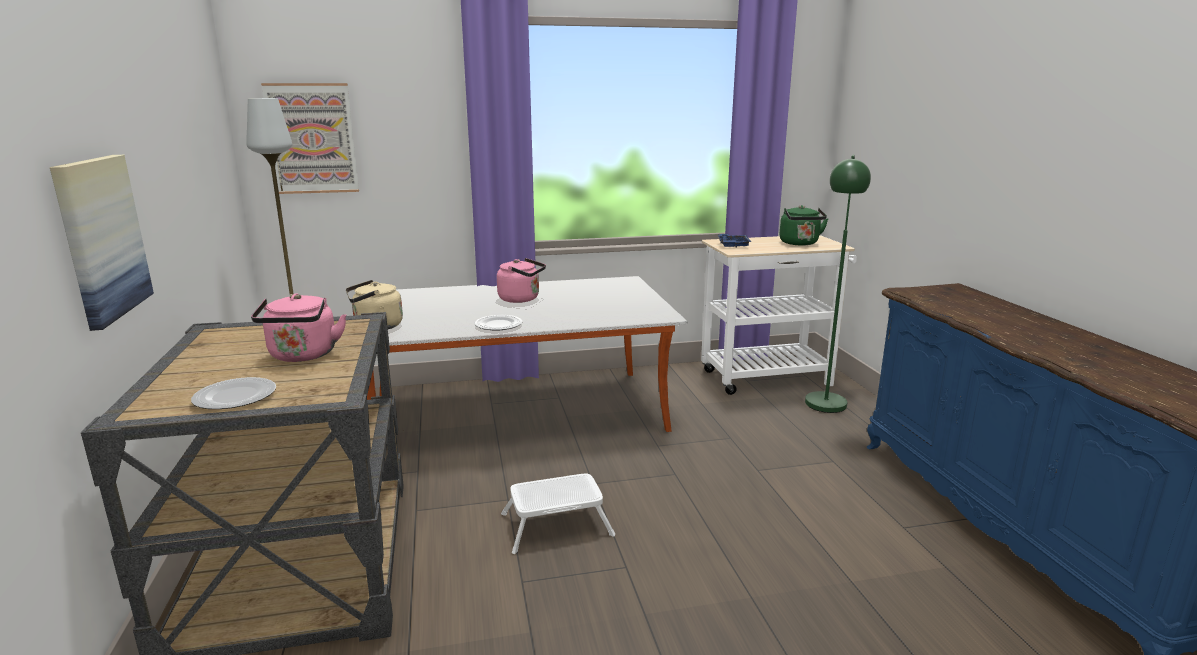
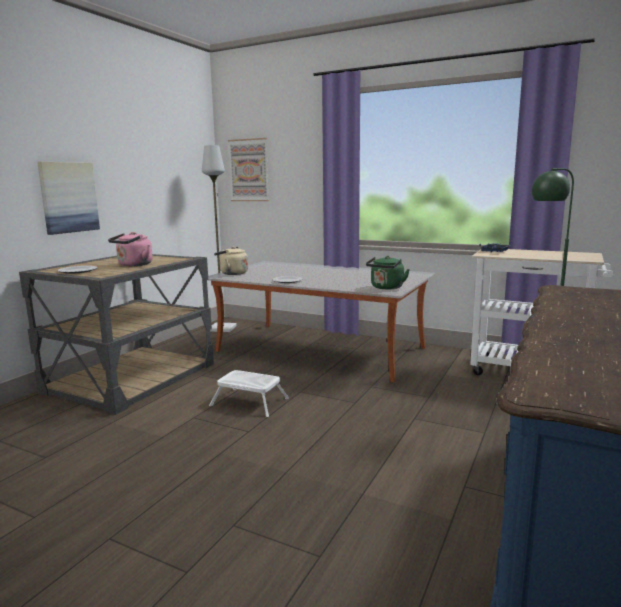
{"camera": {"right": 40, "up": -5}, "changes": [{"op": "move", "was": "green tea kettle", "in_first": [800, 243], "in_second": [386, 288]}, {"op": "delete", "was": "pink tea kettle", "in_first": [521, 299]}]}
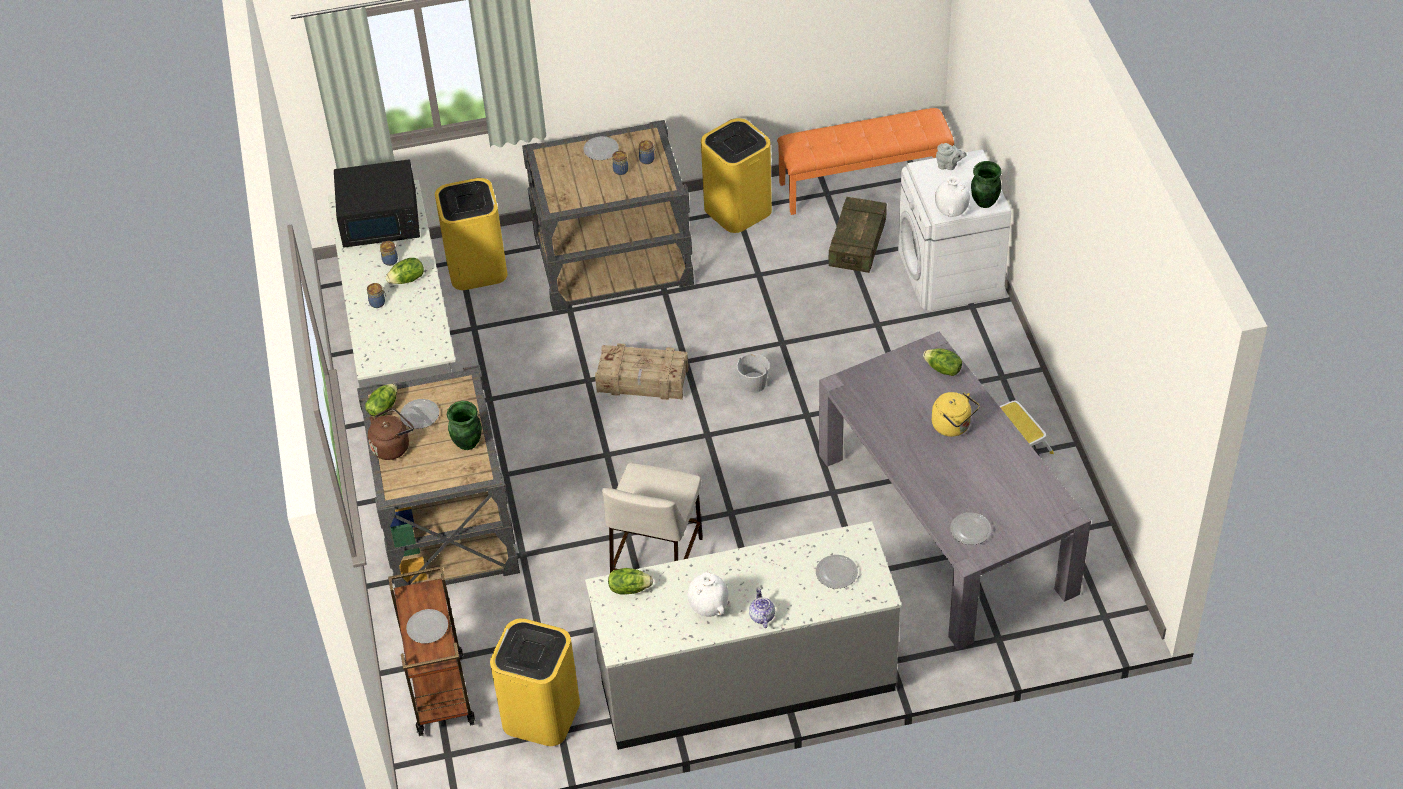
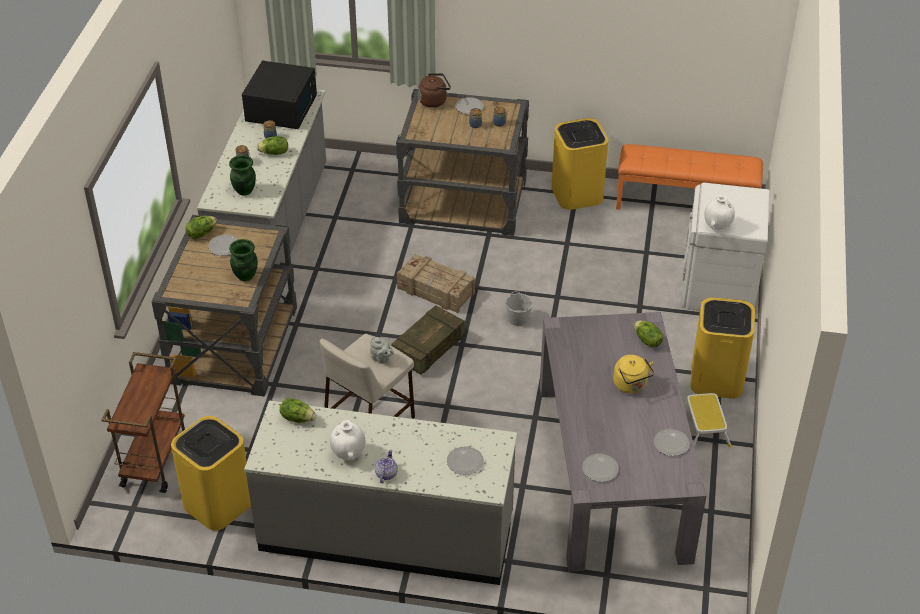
{"camera": {"right": 20, "up": -5}, "changes": [{"op": "move", "was": "green flower vase", "in_first": [984, 202], "in_second": [244, 191]}, {"op": "rotate", "was": "blackish microwave oven", "in_first": [381, 219], "in_second": [281, 108], "clockwise": -90}, {"op": "move", "was": "grey pot for tea", "in_first": [949, 166], "in_second": [381, 359]}, {"op": "move", "was": "packing crate", "in_first": [857, 245], "in_second": [428, 349]}, {"op": "move", "was": "brown-coloured tea kettle", "in_first": [392, 446], "in_second": [434, 101]}, {"op": "move", "was": "plate", "in_first": [427, 628], "in_second": [671, 444]}, {"op": "move", "was": "yellow trash can", "in_first": [477, 267], "in_second": [717, 378]}]}
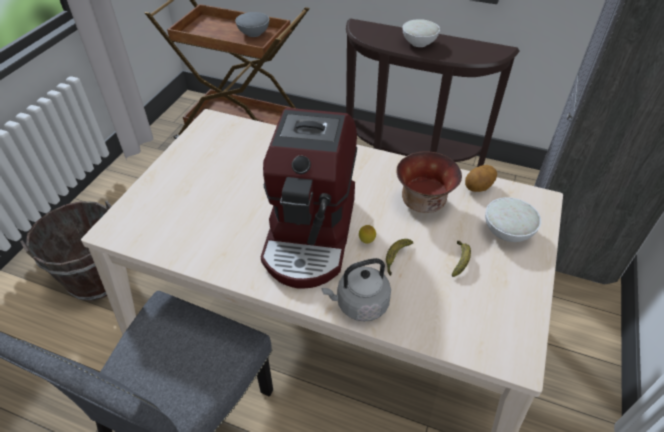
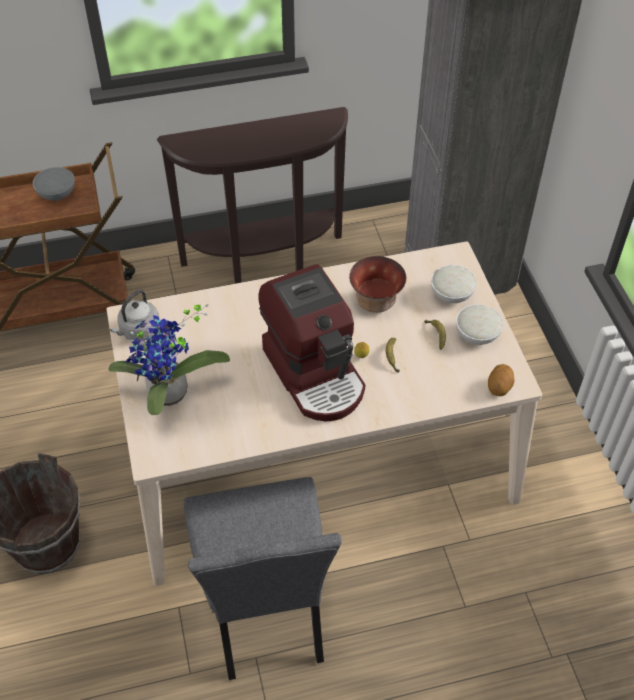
{"camera": {"right": -35, "up": 5}, "changes": [{"op": "insert", "now": "plant in a pot", "in_second": [170, 397]}, {"op": "move", "was": "grey tea kettle", "in_first": [359, 304], "in_second": [138, 331]}, {"op": "move", "was": "white deep dish", "in_first": [419, 43], "in_second": [477, 334]}, {"op": "move", "was": "spud", "in_first": [478, 187], "in_second": [499, 387]}]}
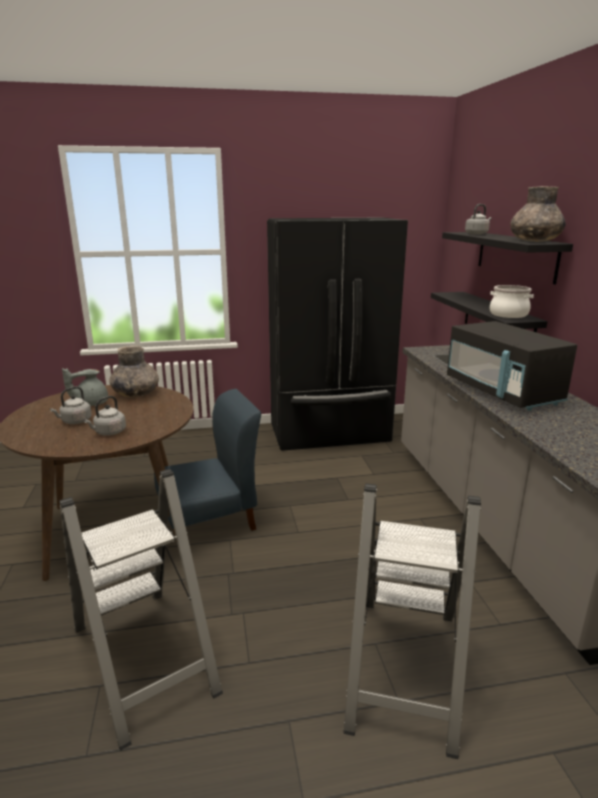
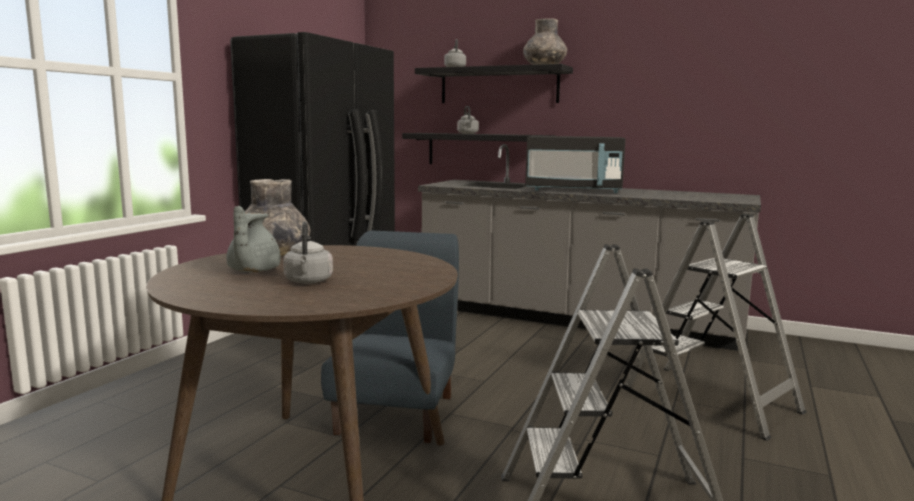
{"camera": {"right": -55, "up": -10}, "changes": [{"op": "move", "was": "grey tea kettle", "in_first": [109, 432], "in_second": [468, 133]}, {"op": "delete", "was": "cooking pot", "in_first": [508, 314]}]}
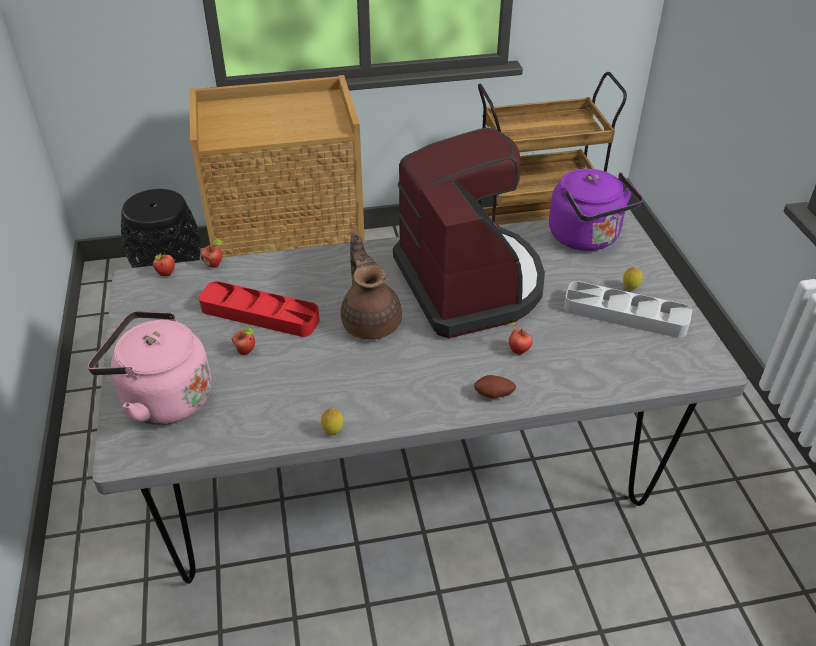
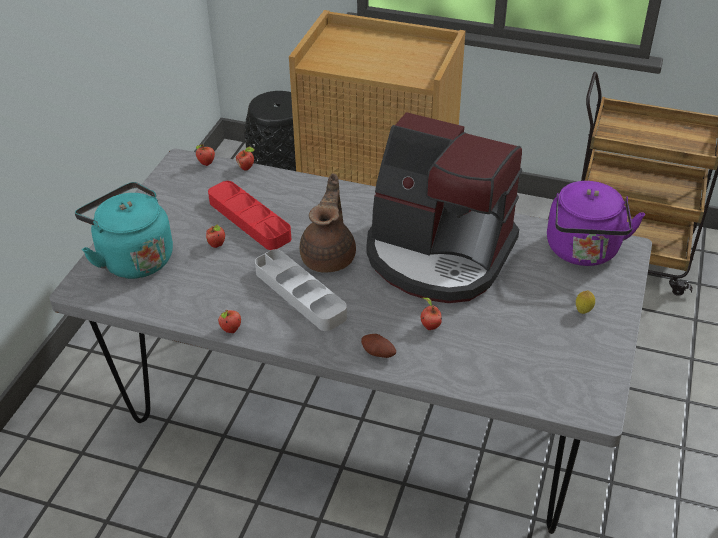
{"camera": {"right": 30, "up": 0}, "changes": [{"op": "recolor", "was": "pink tea kettle", "now": "blue-green tea kettle", "in_first": [162, 399], "in_second": [133, 258]}, {"op": "replace", "was": "lemon", "now": "apple", "in_first": [333, 431], "in_second": [231, 330]}, {"op": "move", "was": "grey tray", "in_first": [625, 315], "in_second": [300, 294]}, {"op": "rotate", "was": "coffee machine", "in_first": [470, 283], "in_second": [438, 255], "clockwise": 105}]}
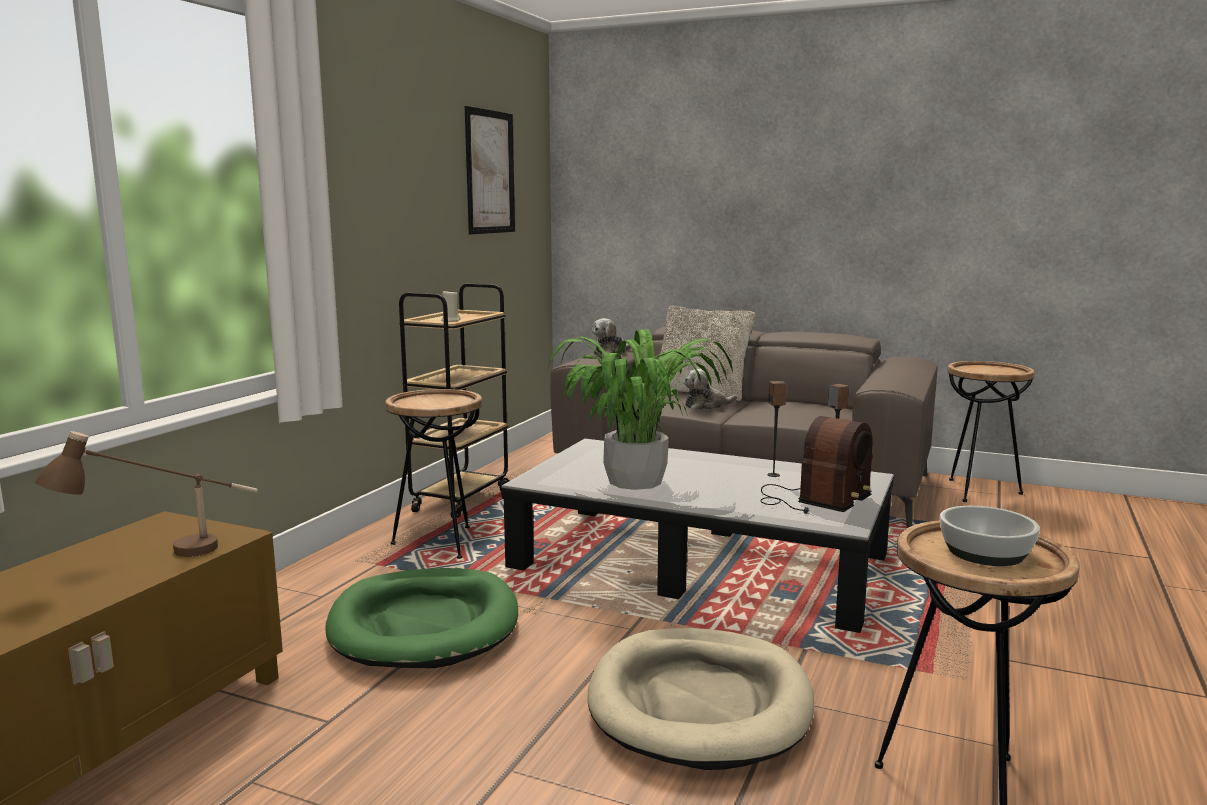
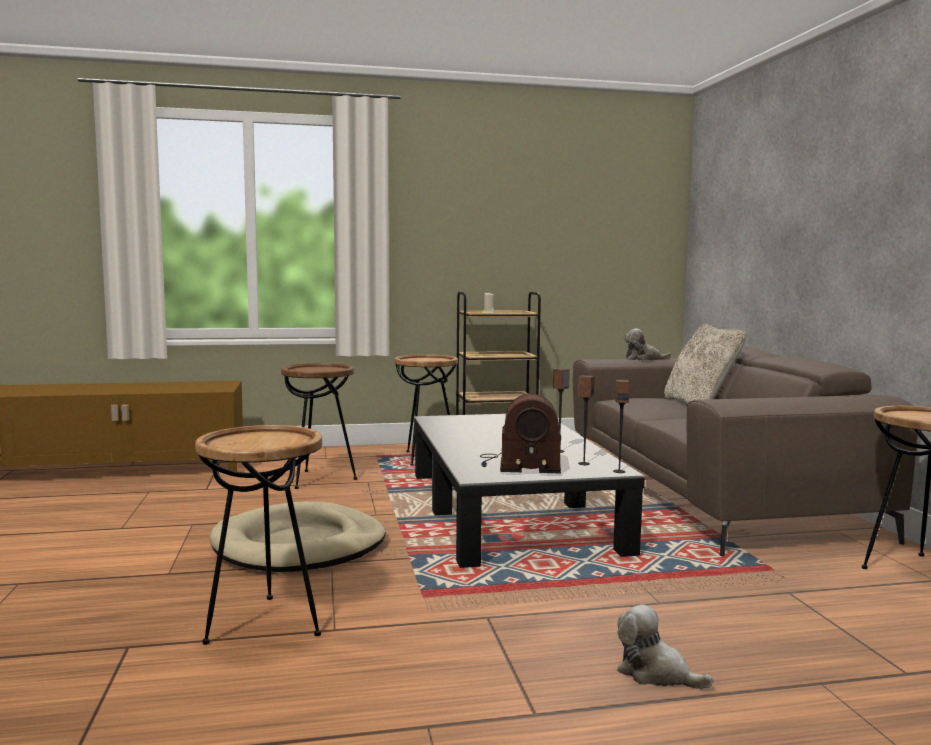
{"camera": {"right": 55, "up": -5}, "changes": [{"op": "replace", "was": "green dog bed", "now": "brown-coloured end table", "in_first": [425, 625], "in_second": [319, 479]}, {"op": "insert", "now": "audio speaker", "in_second": [619, 471]}, {"op": "move", "was": "plush toy", "in_first": [706, 406], "in_second": [655, 673]}, {"op": "delete", "was": "brown-coloured lamp for a table", "in_first": [163, 556]}, {"op": "delete", "was": "wall art", "in_first": [490, 172]}, {"op": "delete", "was": "plant in a pot", "in_first": [634, 481]}, {"op": "delete", "was": "deep dish", "in_first": [984, 552]}]}
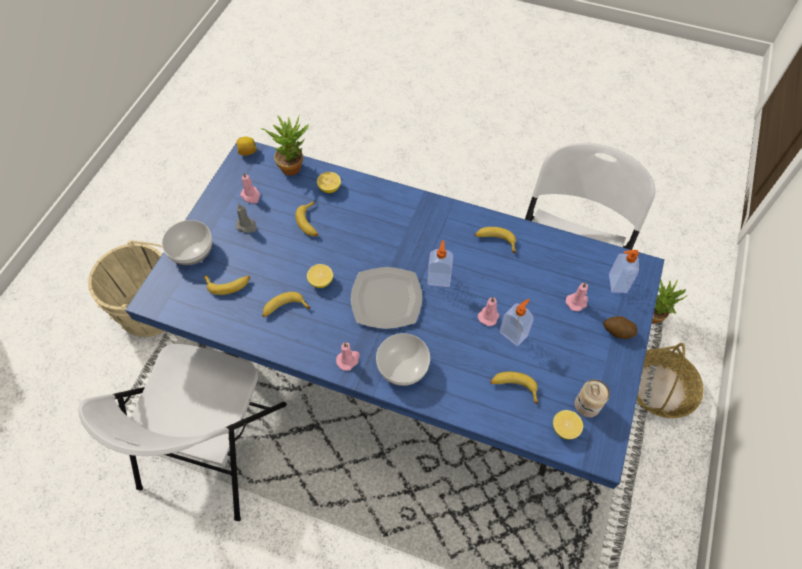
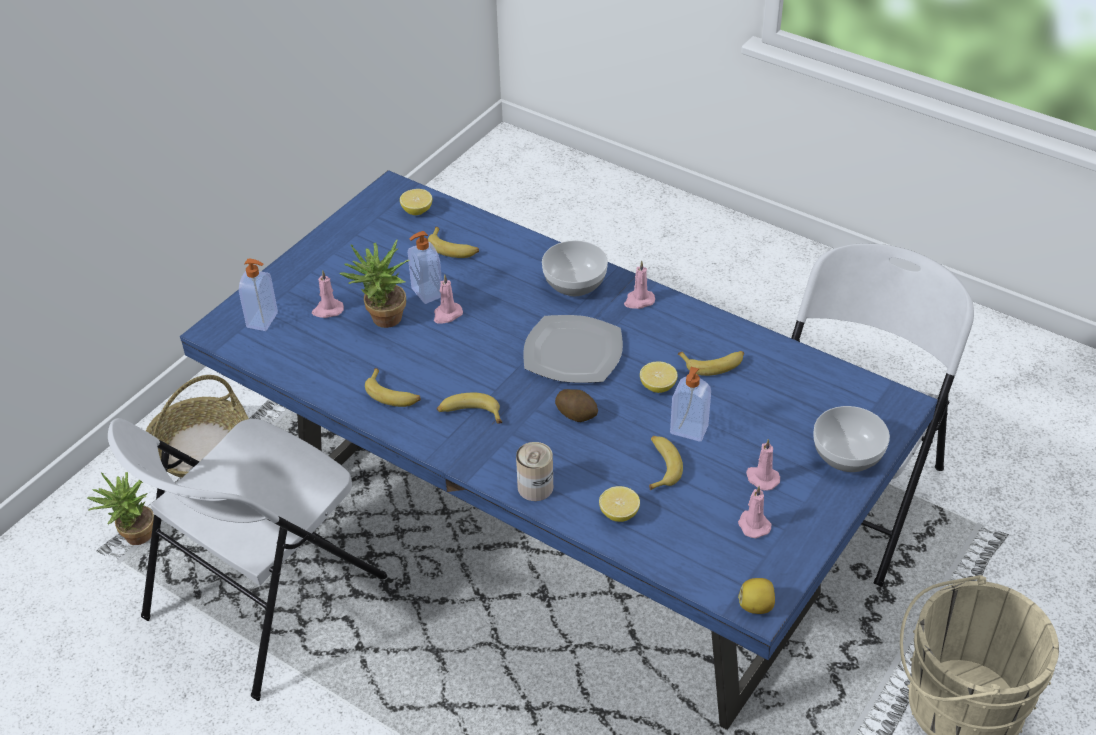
{"camera": {"right": -165, "up": -15}, "changes": [{"op": "move", "was": "plant in a pot", "in_first": [293, 165], "in_second": [382, 321]}, {"op": "move", "was": "banana", "in_first": [228, 284], "in_second": [469, 413]}, {"op": "move", "was": "metal can", "in_first": [587, 405], "in_second": [535, 487]}, {"op": "move", "was": "spud", "in_first": [617, 332], "in_second": [576, 414]}, {"op": "move", "was": "liquid soap bottle", "in_first": [439, 278], "in_second": [688, 431]}, {"op": "recolor", "was": "grey wax light", "now": "pink wax light", "in_first": [247, 226], "in_second": [761, 478]}]}
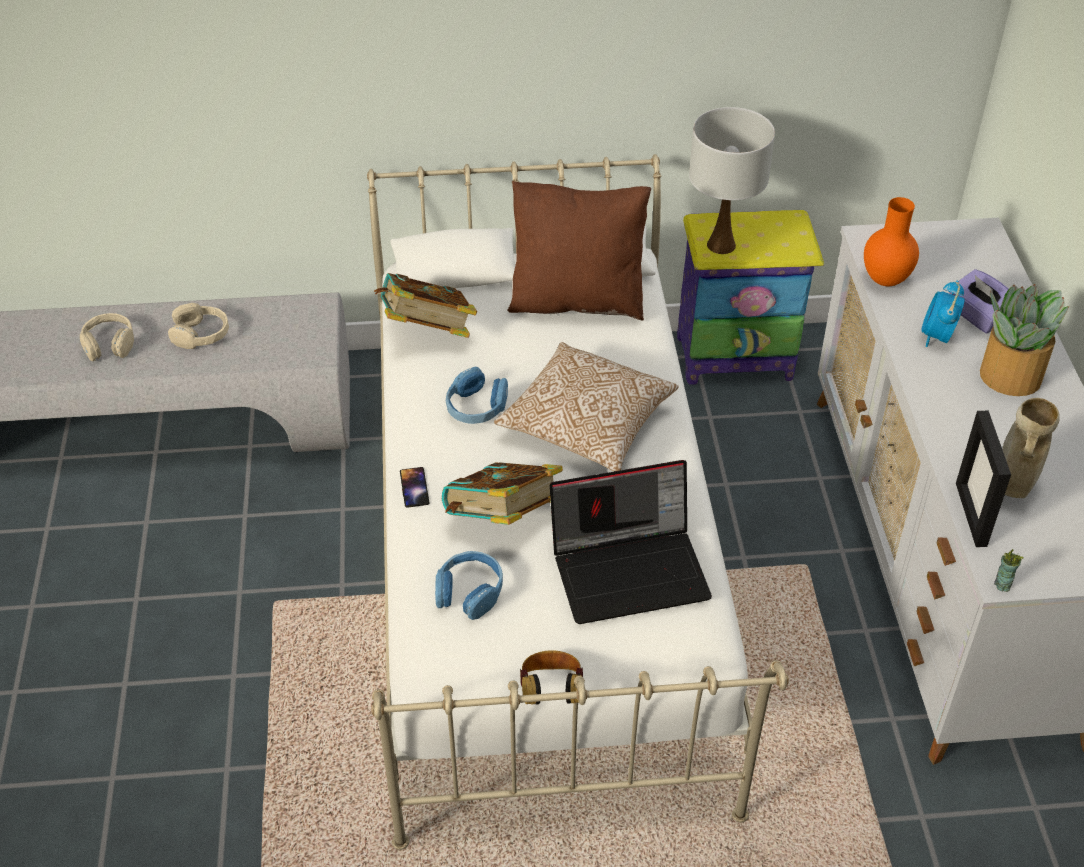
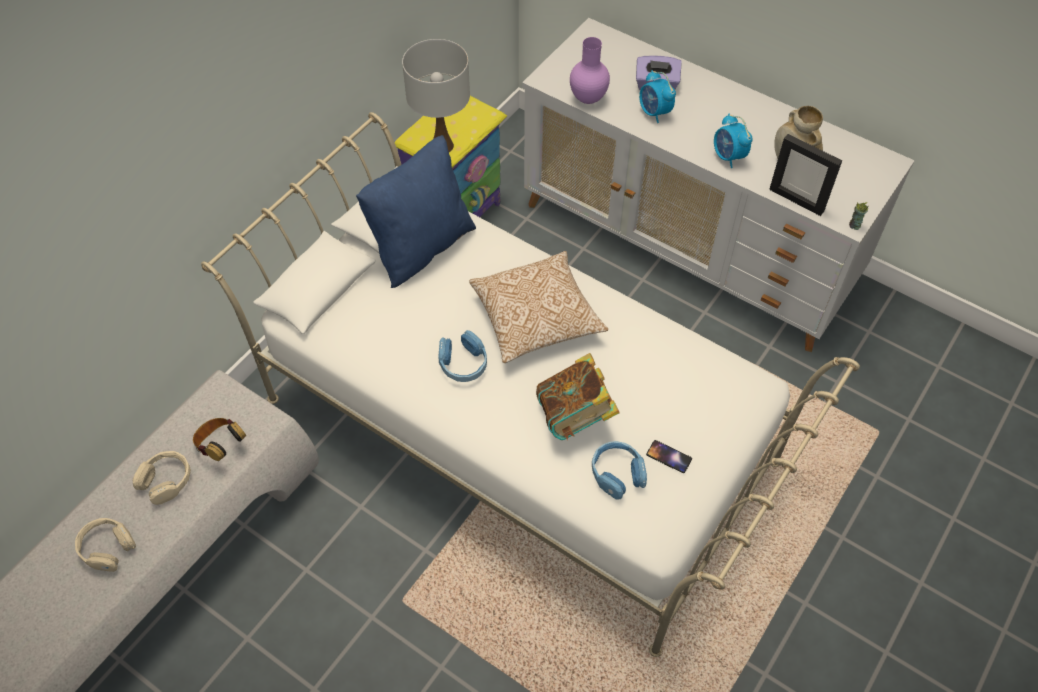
{"camera": {"right": -50, "up": 10}, "changes": [{"op": "move", "was": "headphones", "in_first": [551, 692], "in_second": [221, 446]}, {"op": "recolor", "was": "brown-coloured throw pillow", "now": "blue-coloured throw pillow", "in_first": [577, 300], "in_second": [421, 246]}, {"op": "recolor", "was": "orange-coloured flower vase", "now": "purplish flower vase", "in_first": [885, 280], "in_second": [587, 98]}, {"op": "move", "was": "handset", "in_first": [414, 487], "in_second": [669, 457]}, {"op": "insert", "now": "bedside clock", "in_second": [728, 157]}, {"op": "delete", "was": "volume", "in_first": [427, 332]}, {"op": "delete", "was": "laptop", "in_first": [631, 569]}, {"op": "delete", "was": "plant in a pot", "in_first": [1009, 376]}]}
